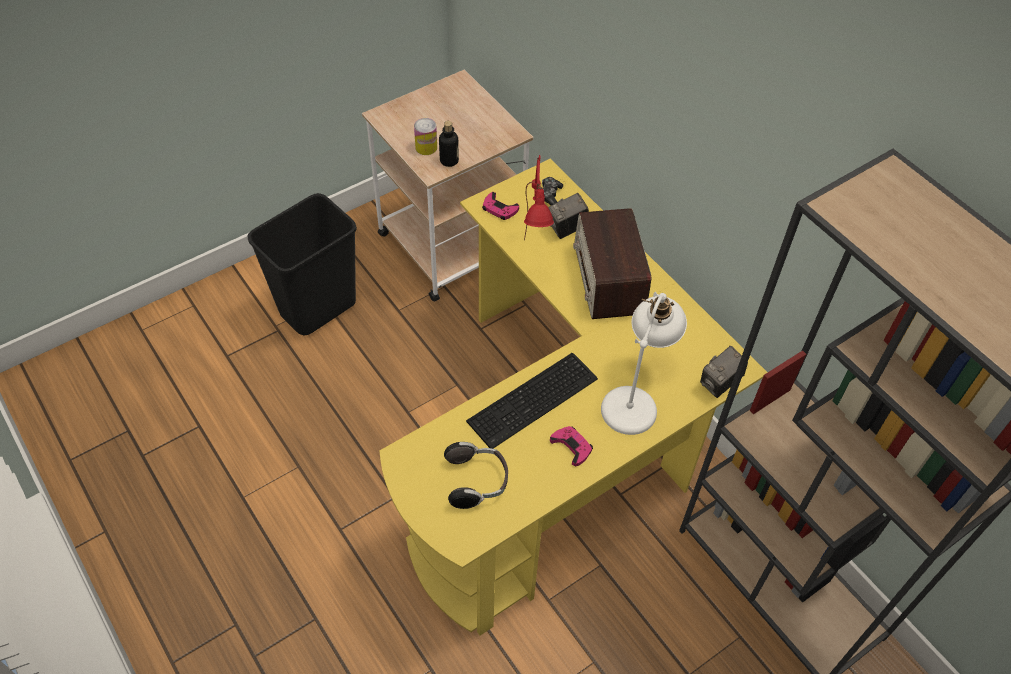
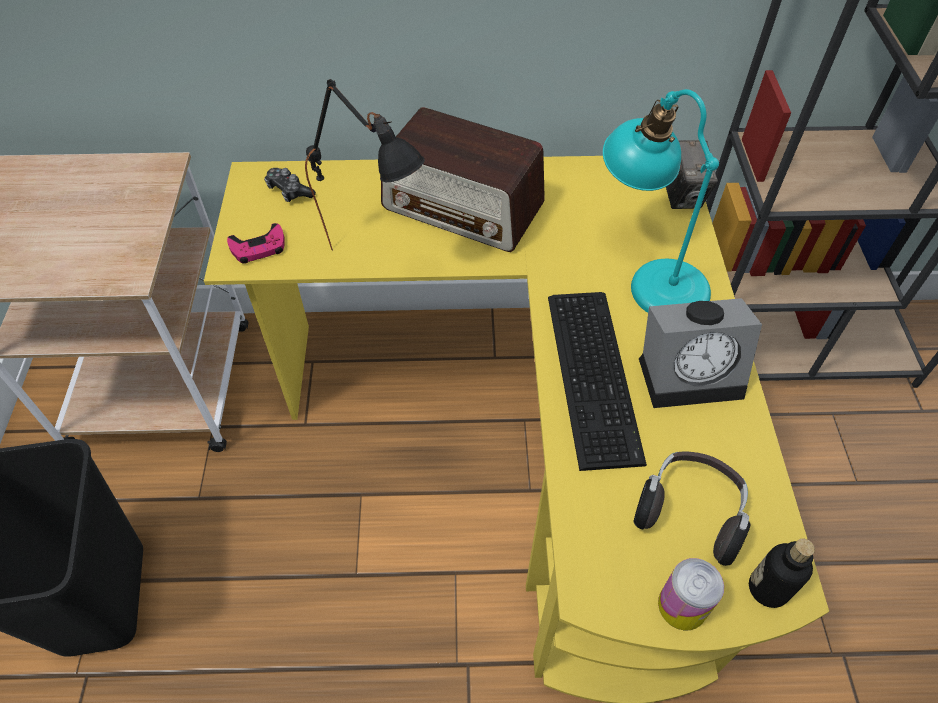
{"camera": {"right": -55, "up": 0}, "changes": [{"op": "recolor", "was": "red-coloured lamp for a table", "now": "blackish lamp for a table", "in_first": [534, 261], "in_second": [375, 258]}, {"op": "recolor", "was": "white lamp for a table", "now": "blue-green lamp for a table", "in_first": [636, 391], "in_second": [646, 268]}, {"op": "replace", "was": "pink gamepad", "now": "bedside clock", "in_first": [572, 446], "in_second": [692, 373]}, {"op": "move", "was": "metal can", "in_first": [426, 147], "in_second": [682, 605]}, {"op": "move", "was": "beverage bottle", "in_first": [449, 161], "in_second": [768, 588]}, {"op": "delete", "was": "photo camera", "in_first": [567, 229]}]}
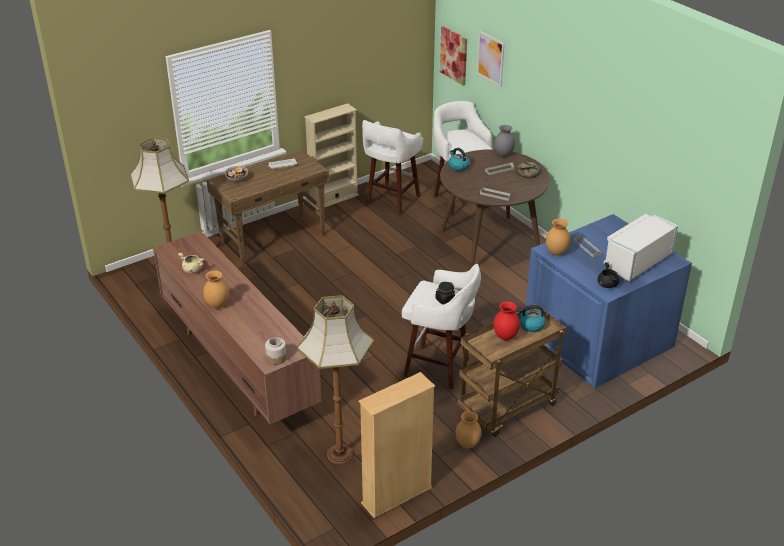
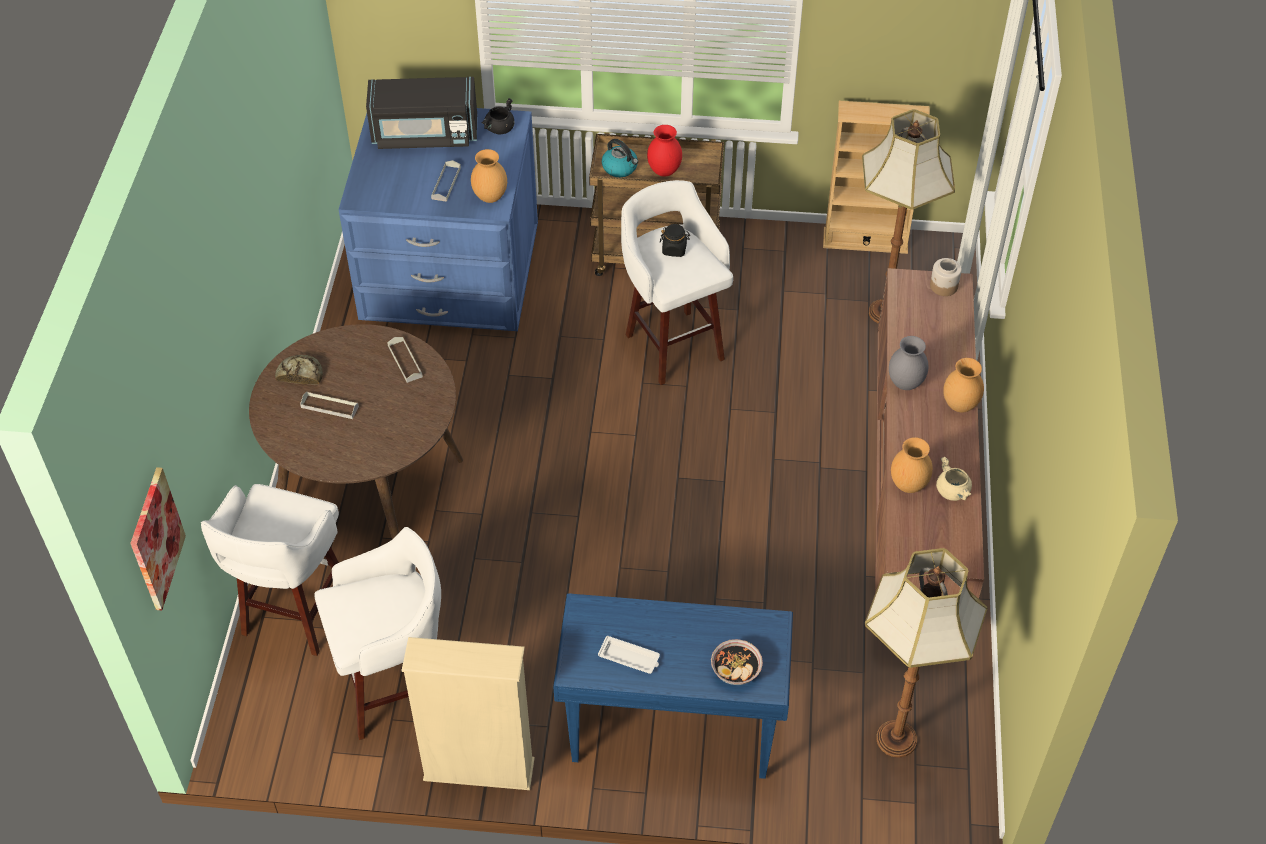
{"camera": {"right": -140, "up": 15}, "changes": [{"op": "recolor", "was": "white microwave oven", "now": "blackish microwave oven", "in_first": [637, 262], "in_second": [425, 134]}, {"op": "recolor", "was": "brown-coloured hall table", "now": "blue-coloured hall table", "in_first": [273, 239], "in_second": [670, 729]}, {"op": "move", "was": "grey flower vase", "in_first": [503, 154], "in_second": [906, 384]}, {"op": "move", "was": "brown-coloured flower vase", "in_first": [467, 444], "in_second": [908, 485]}, {"op": "delete", "was": "tea kettle", "in_first": [458, 166]}, {"op": "delete", "was": "wall art", "in_first": [490, 58]}]}
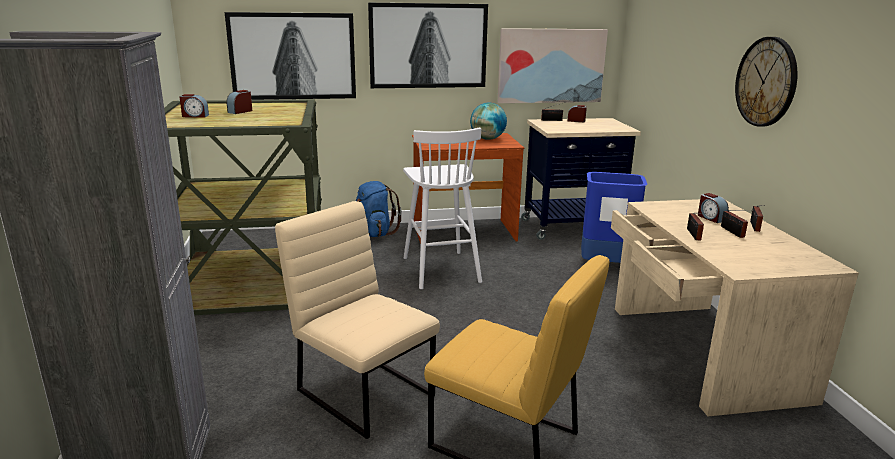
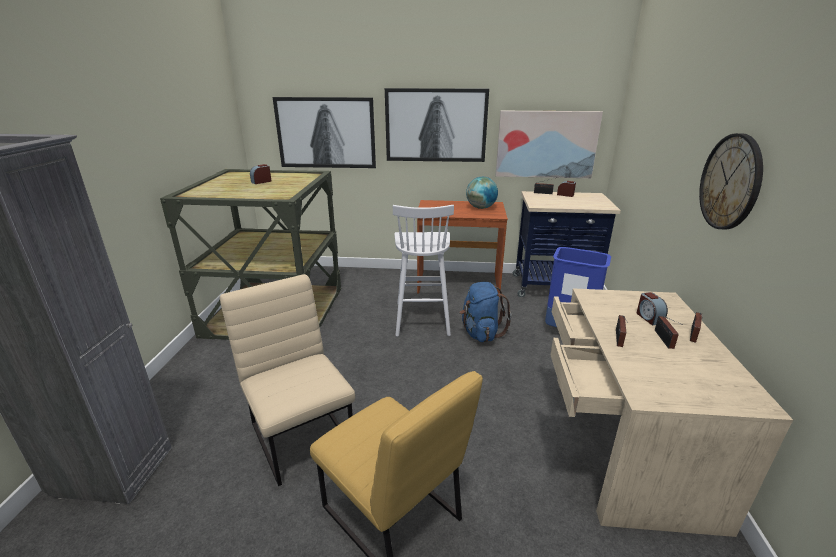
{"camera": {"right": 15, "up": 5}, "changes": [{"op": "move", "was": "blue-coloured backpack", "in_first": [374, 233], "in_second": [480, 333]}, {"op": "delete", "was": "bedside clock", "in_first": [195, 116]}]}
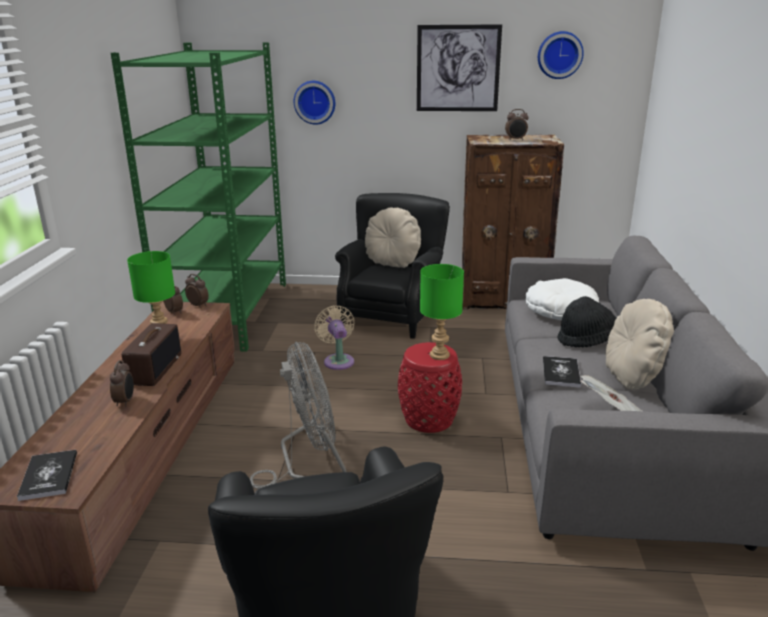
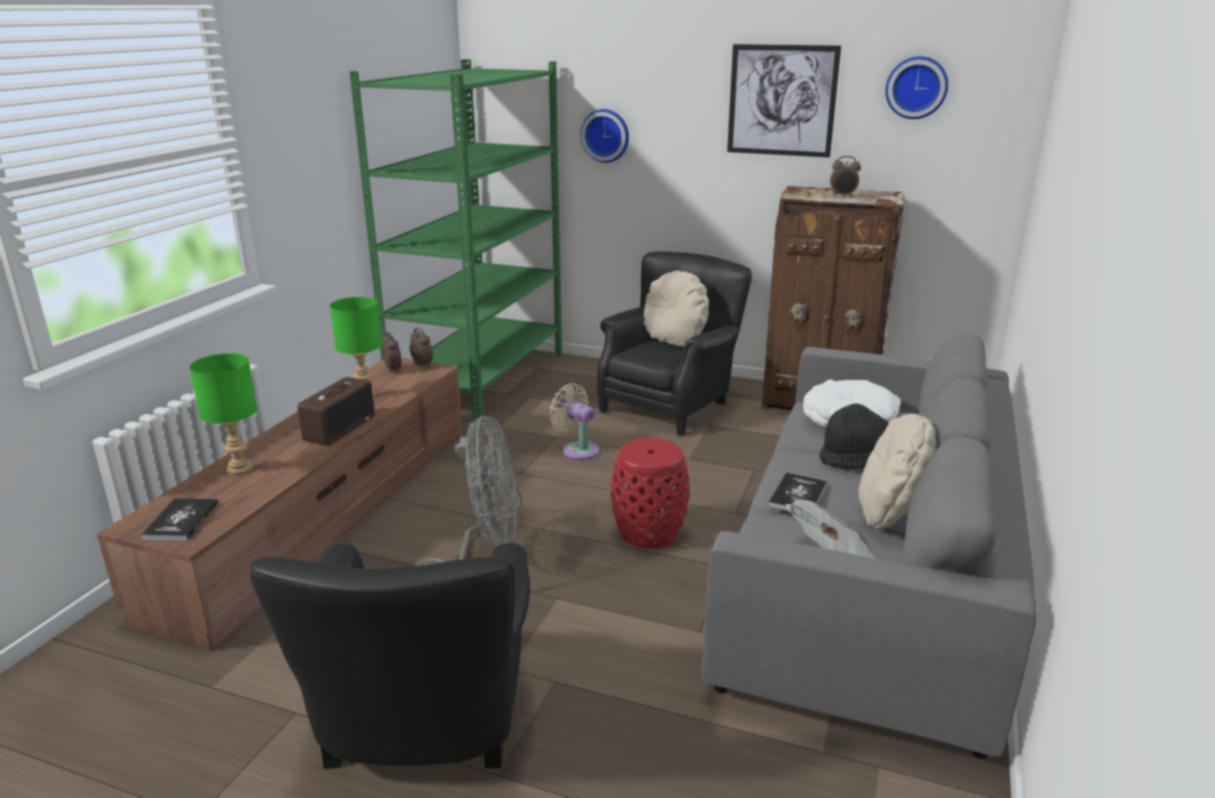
{"camera": {"right": 15, "up": 0}, "changes": [{"op": "move", "was": "green lamp for a table", "in_first": [440, 355], "in_second": [241, 469]}, {"op": "rotate", "was": "sand-coloured electric fan", "in_first": [338, 360], "in_second": [578, 450], "clockwise": -45}, {"op": "delete", "was": "bedside clock", "in_first": [125, 401]}]}
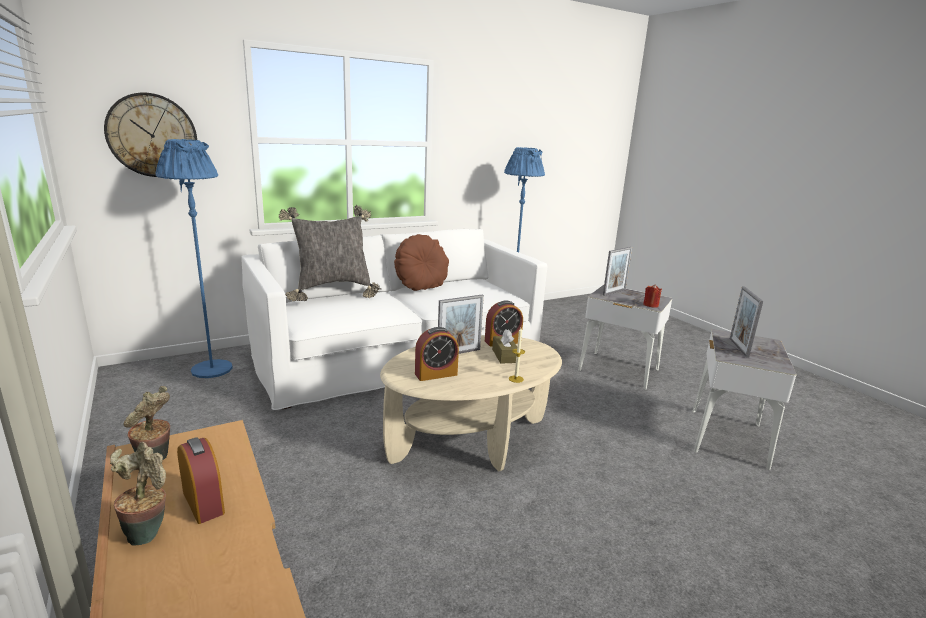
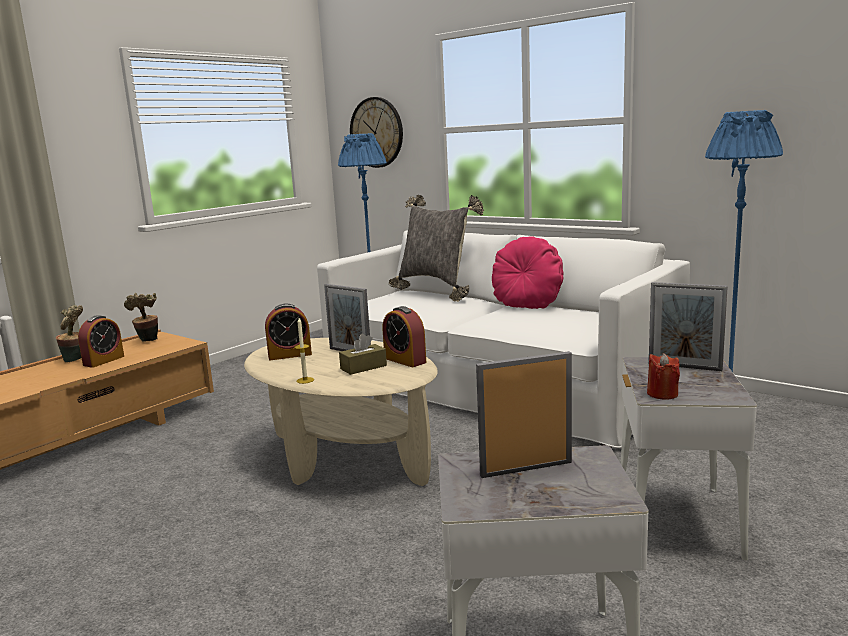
{"camera": {"right": 70, "up": -5}, "changes": [{"op": "rotate", "was": "bedside clock", "in_first": [436, 374], "in_second": [289, 355], "clockwise": -60}, {"op": "recolor", "was": "brown-coloured throw pillow", "now": "pink throw pillow", "in_first": [421, 288], "in_second": [527, 306]}]}
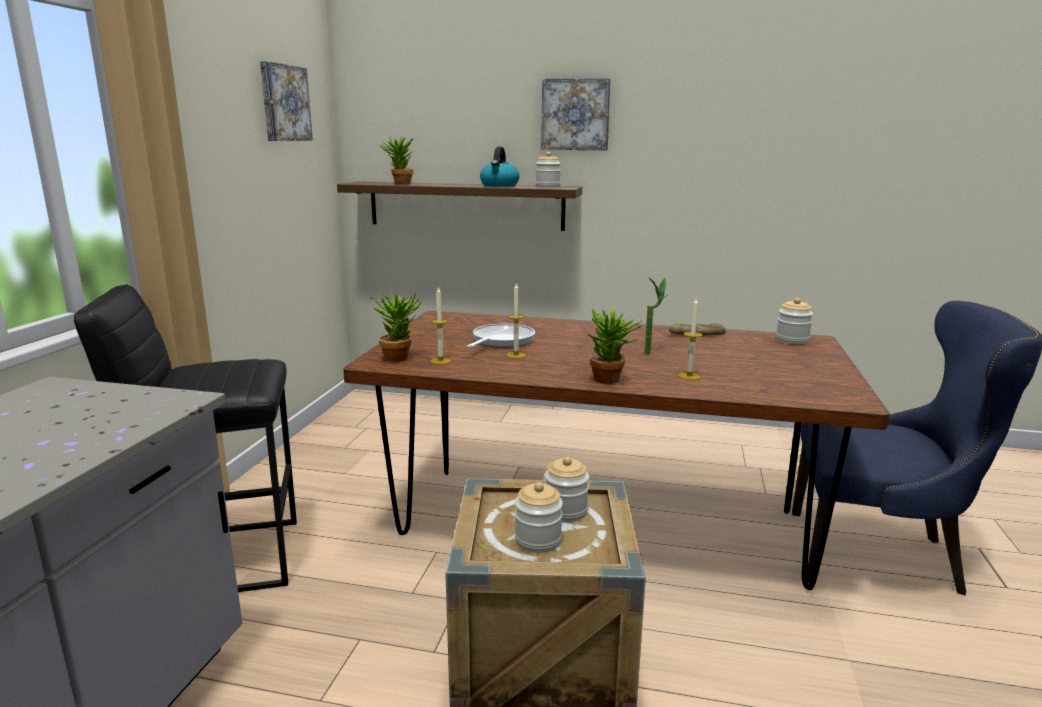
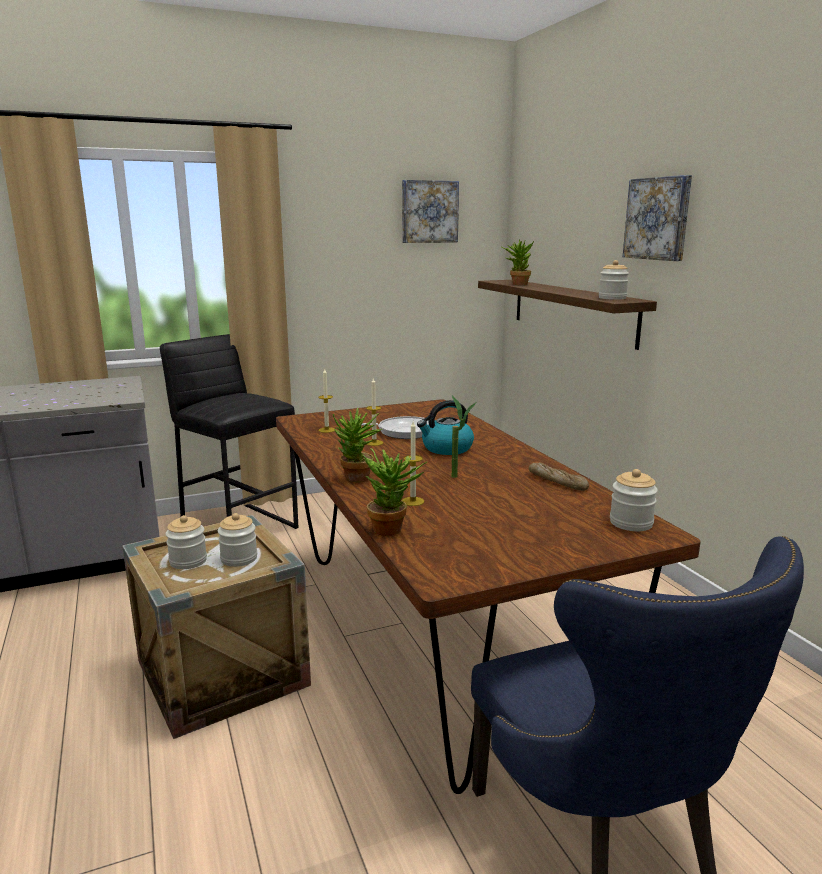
{"camera": {"right": 55, "up": 0}, "changes": [{"op": "move", "was": "plant in a pot", "in_first": [399, 357], "in_second": [393, 529]}, {"op": "move", "was": "tea kettle", "in_first": [499, 185], "in_second": [446, 448]}]}
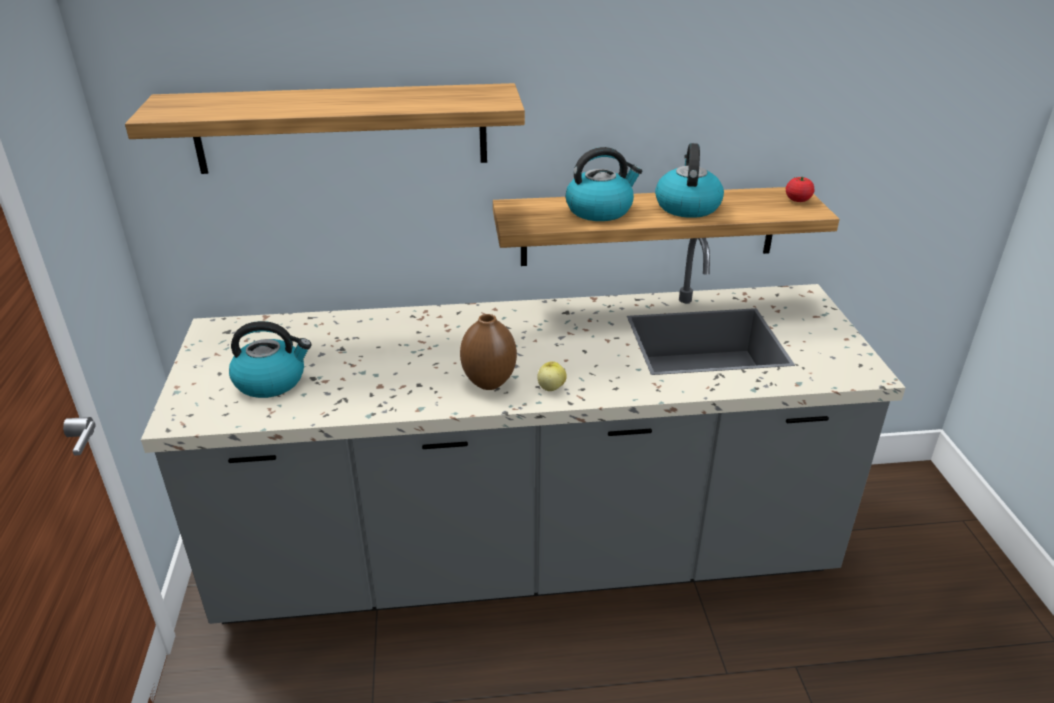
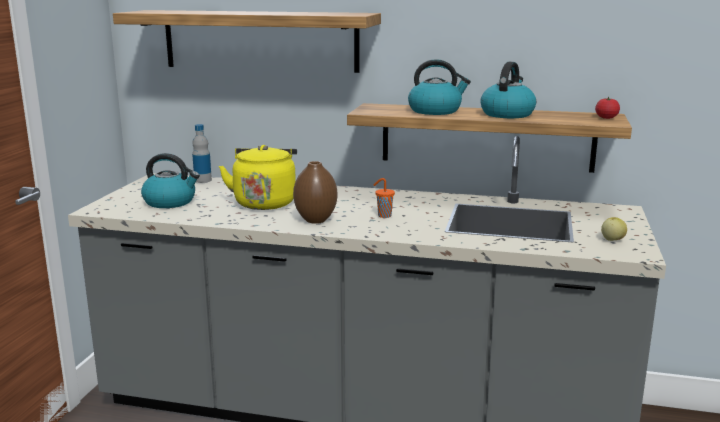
{"camera": {"right": 20, "up": -15}, "changes": [{"op": "insert", "now": "beverage bottle", "in_second": [203, 180]}, {"op": "insert", "now": "yellow tea kettle", "in_second": [265, 202]}, {"op": "insert", "now": "orange-coloured drinking cup", "in_second": [383, 216]}, {"op": "move", "was": "apple", "in_first": [551, 387], "in_second": [612, 240]}]}
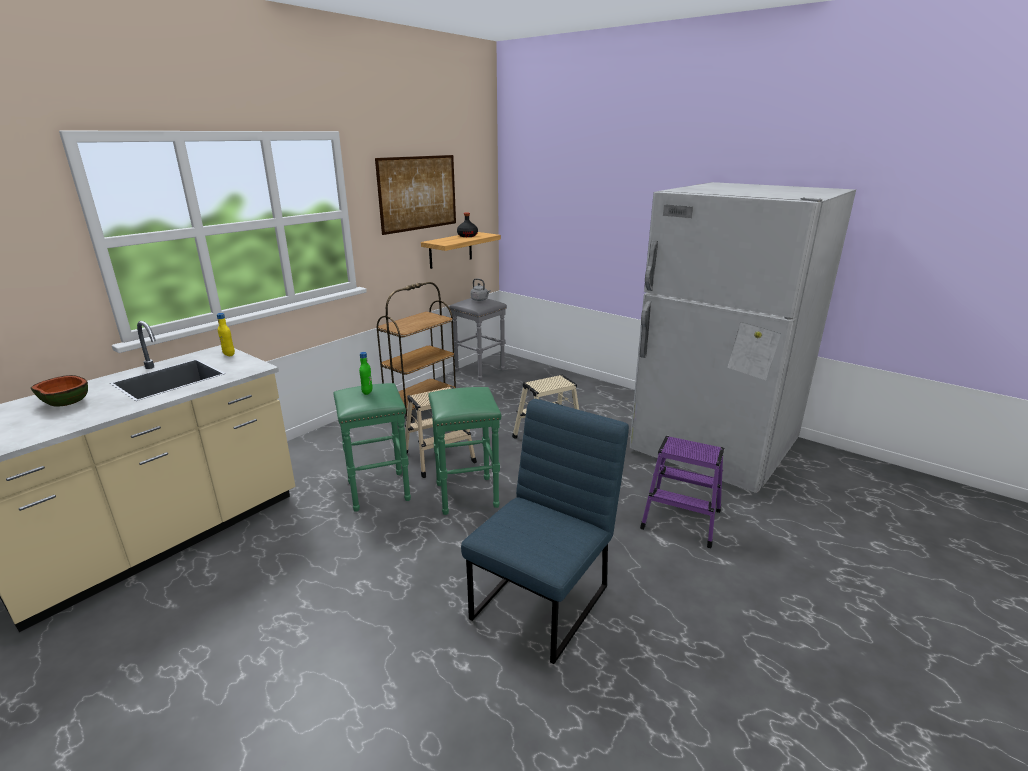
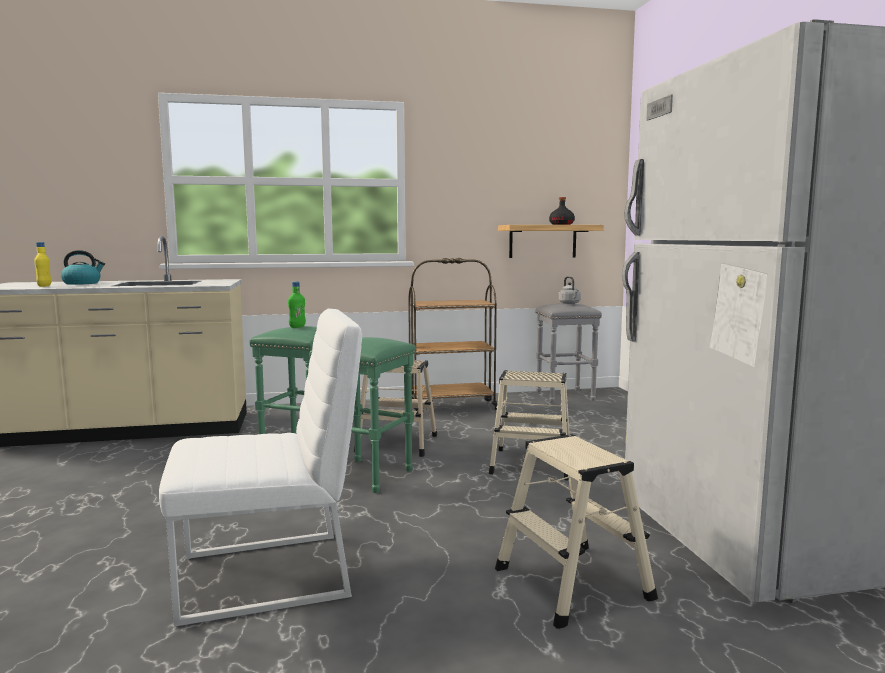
{"camera": {"right": 40, "up": -15}, "changes": [{"op": "move", "was": "yellow beverage bottle", "in_first": [229, 354], "in_second": [44, 286]}, {"op": "replace", "was": "deep dish", "now": "tea kettle", "in_first": [65, 403], "in_second": [82, 283]}, {"op": "recolor", "was": "blue-coloured plain chair", "now": "white plain chair", "in_first": [543, 599], "in_second": [270, 575]}, {"op": "recolor", "was": "purplish stepladder", "now": "sand-coloured stepladder", "in_first": [681, 518], "in_second": [572, 582]}, {"op": "delete", "was": "wall art", "in_first": [418, 193]}]}
